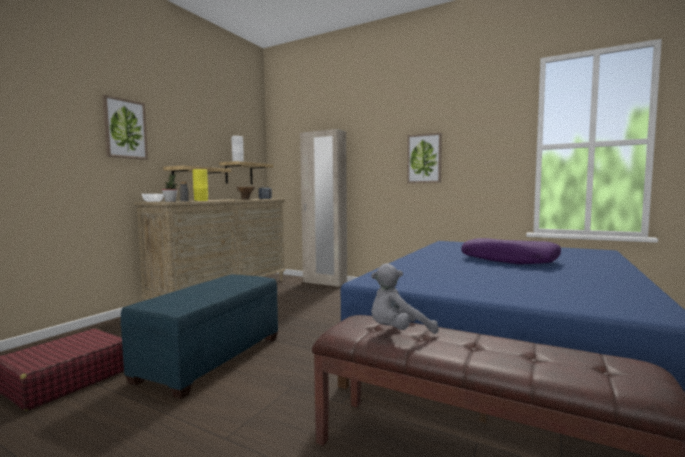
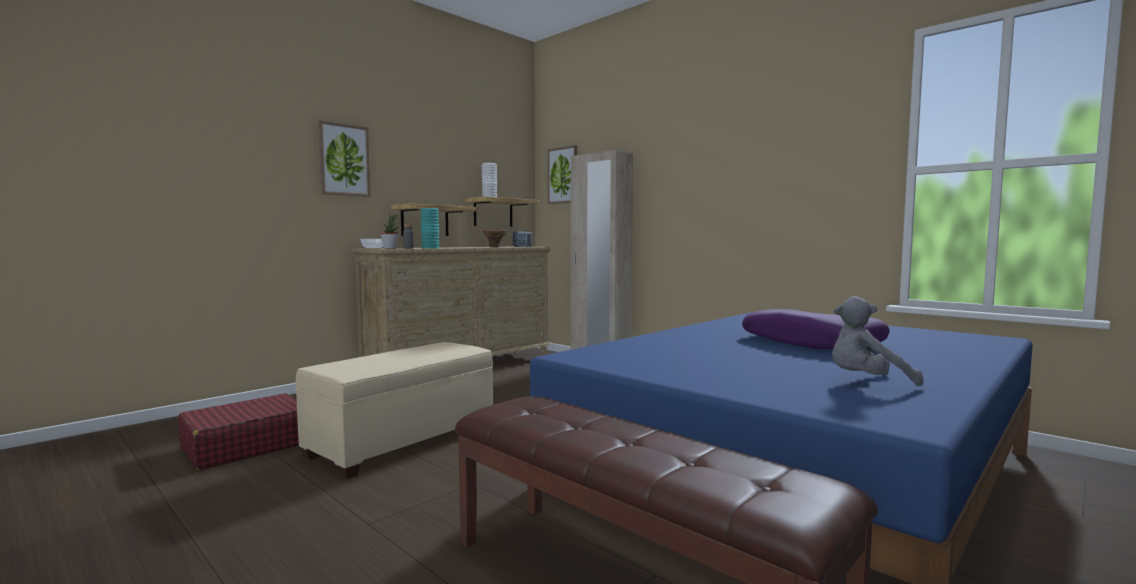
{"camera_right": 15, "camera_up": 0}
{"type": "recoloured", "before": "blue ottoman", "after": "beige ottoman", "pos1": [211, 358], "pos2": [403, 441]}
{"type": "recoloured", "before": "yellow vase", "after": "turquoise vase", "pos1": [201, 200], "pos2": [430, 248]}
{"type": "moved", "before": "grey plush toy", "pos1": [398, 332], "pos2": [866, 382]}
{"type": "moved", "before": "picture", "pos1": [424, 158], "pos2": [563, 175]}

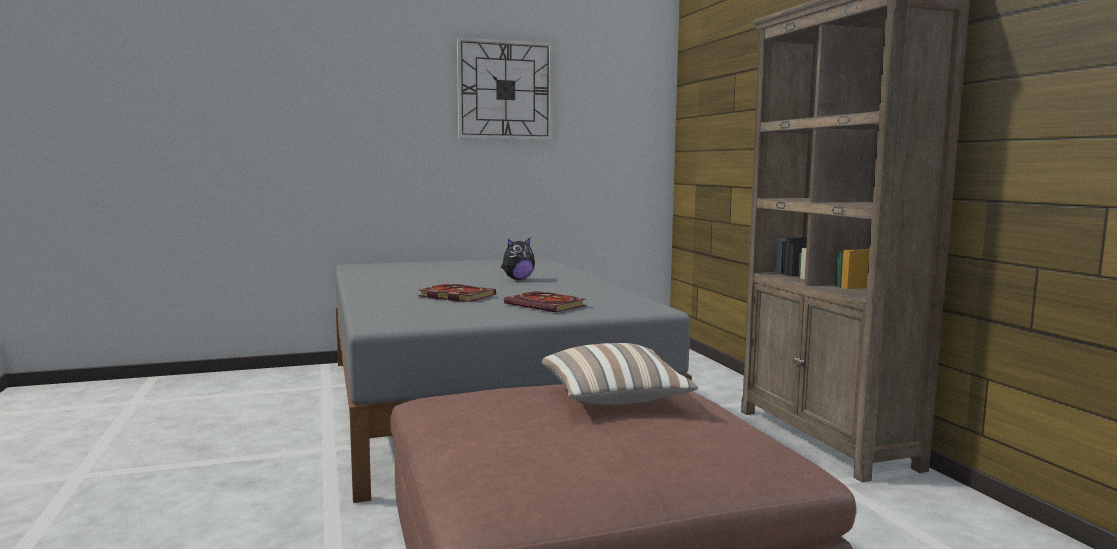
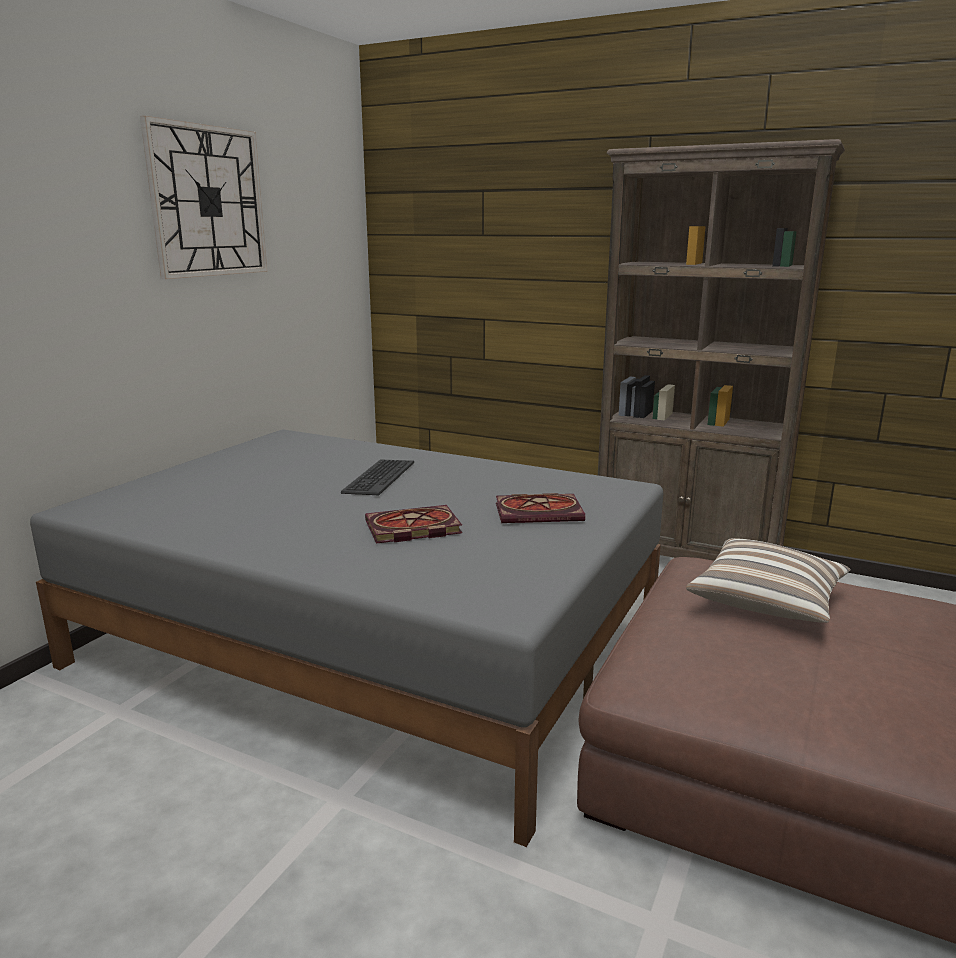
{"camera_right": -45, "camera_up": 10}
{"type": "replaced", "before": "plush toy", "after": "keyboard", "pos1": [517, 279], "pos2": [378, 477]}

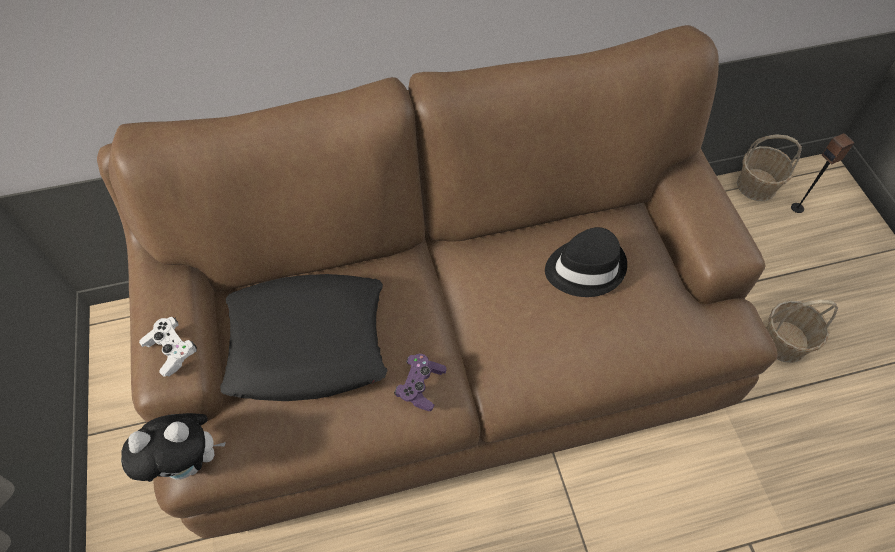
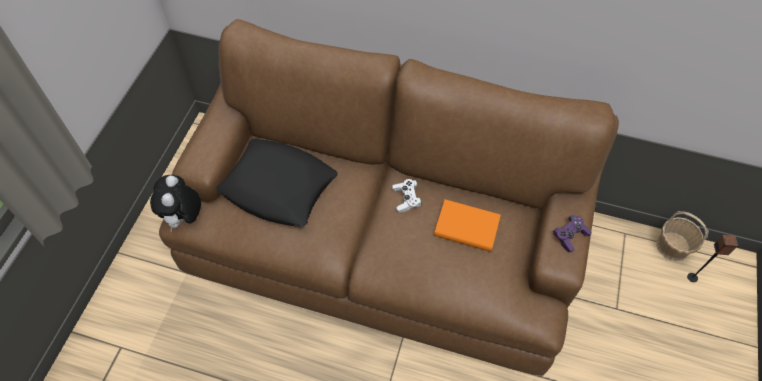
{"camera_right": 30, "camera_up": 0}
{"type": "turned", "before": "plush toy", "pos1": [189, 462], "pos2": [183, 218], "turn": 75}
{"type": "moved", "before": "white game controller", "pos1": [172, 350], "pos2": [406, 199]}
{"type": "moved", "before": "purple game controller", "pos1": [420, 386], "pos2": [569, 236]}
{"type": "replaced", "before": "black hat", "after": "orange book", "pos1": [584, 267], "pos2": [466, 228]}
{"type": "removed", "before": "basket", "pos1": [784, 342]}

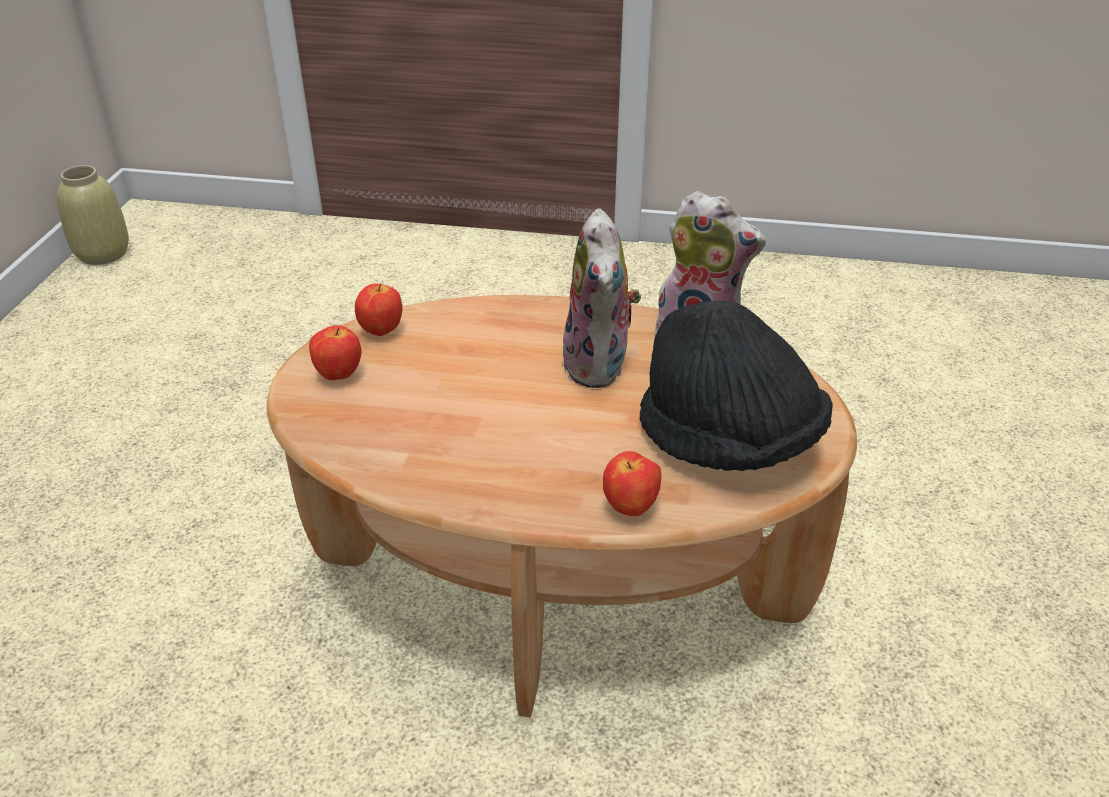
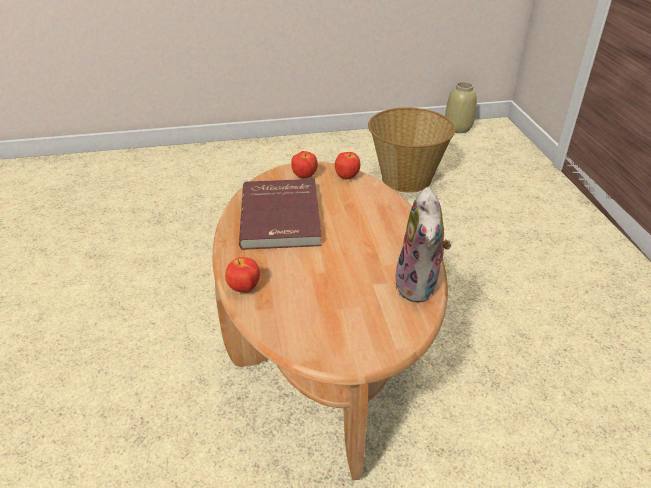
{"camera_right": 70, "camera_up": 0}
{"type": "removed", "before": "plush toy", "pos1": [600, 366]}
{"type": "removed", "before": "black hat", "pos1": [728, 442]}
{"type": "added", "after": "red book", "pos2": [282, 216]}
{"type": "added", "after": "basket", "pos2": [406, 178]}

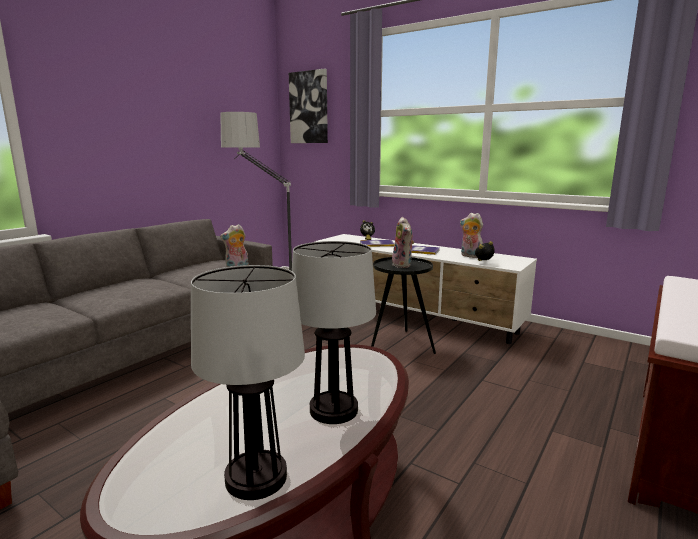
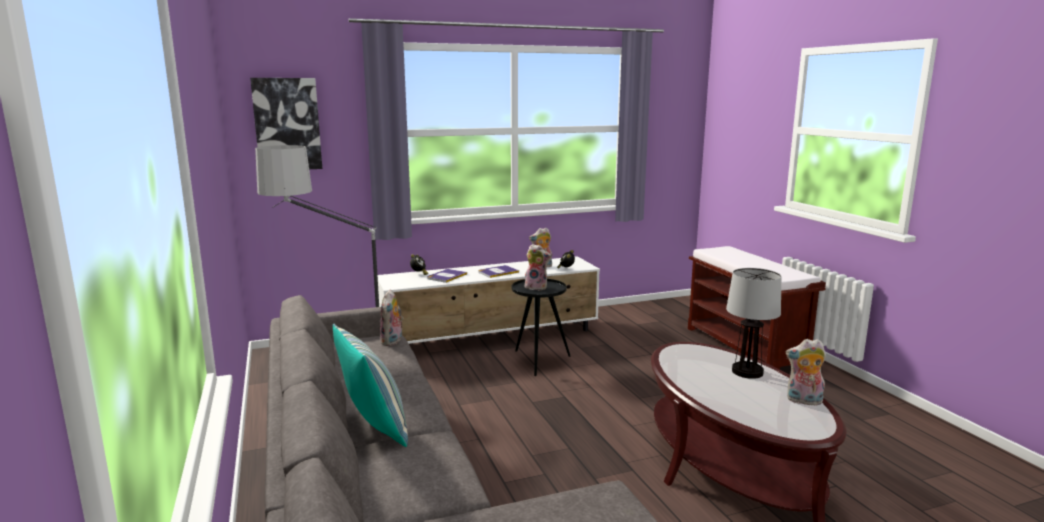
{"camera_right": -55, "camera_up": 0}
{"type": "replaced", "before": "table lamp", "after": "plush toy", "pos1": [257, 478], "pos2": [803, 401]}
{"type": "added", "after": "pillow", "pos2": [375, 427]}

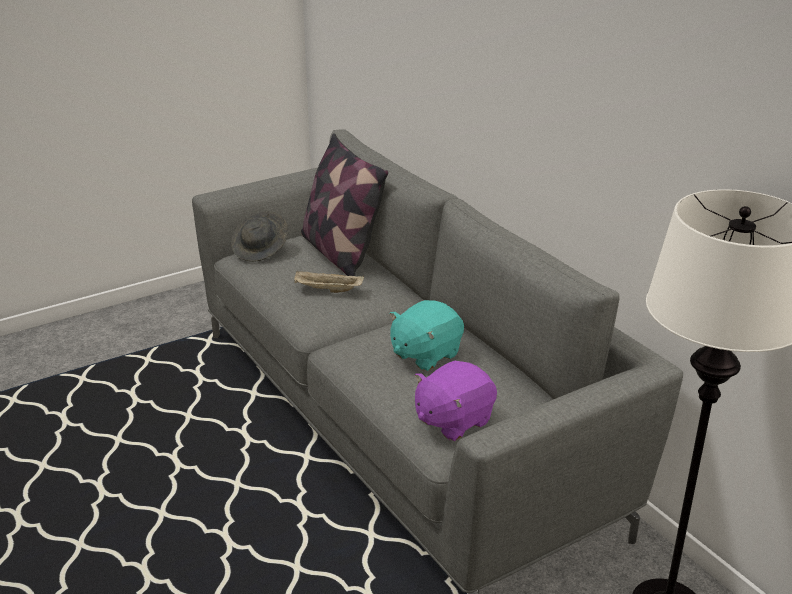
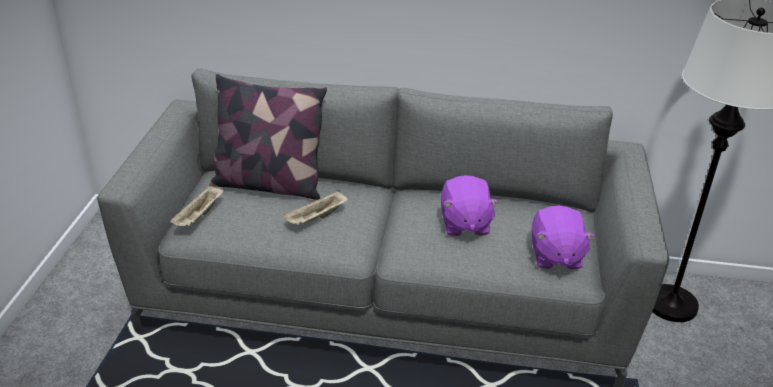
{"camera_right": -50, "camera_up": 5}
{"type": "replaced", "before": "grey hat", "after": "beige tray", "pos1": [261, 250], "pos2": [199, 216]}
{"type": "recoloured", "before": "turquoise plush toy", "after": "purple plush toy", "pos1": [425, 354], "pos2": [464, 224]}

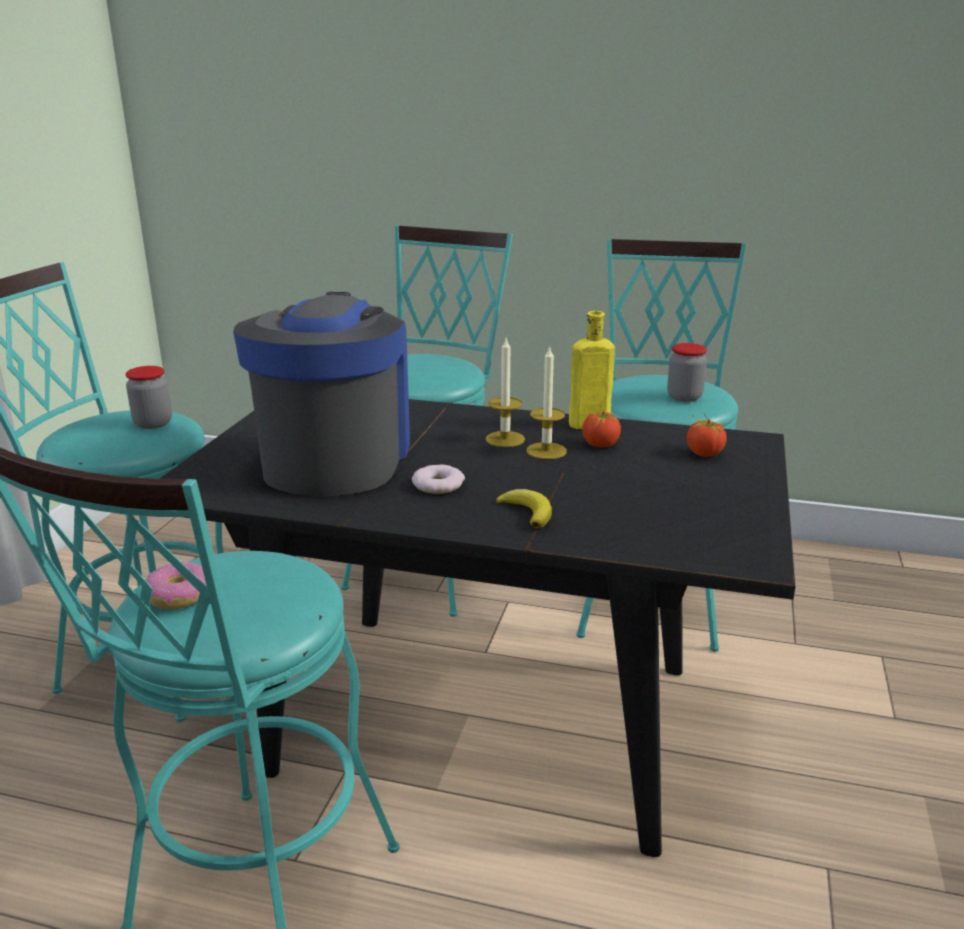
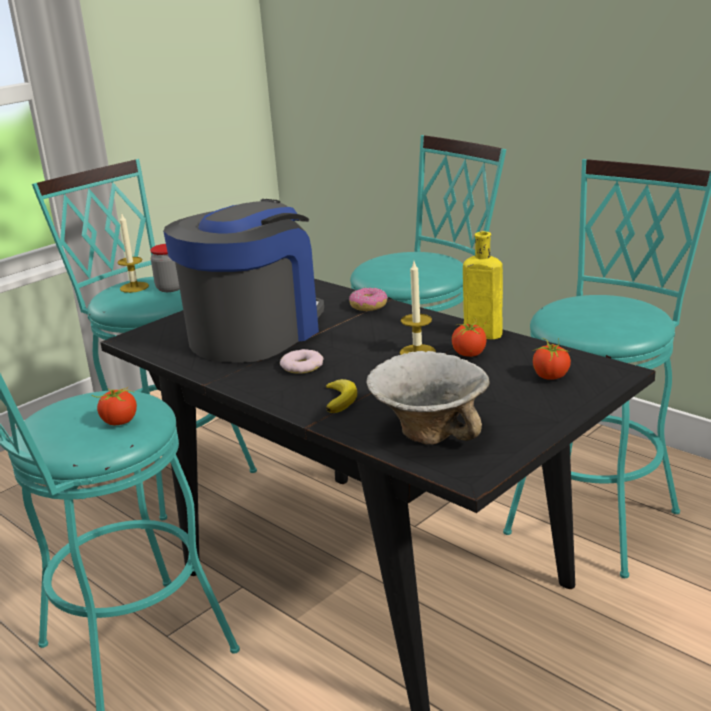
{"camera_right": 30, "camera_up": 0}
{"type": "moved", "before": "donut", "pos1": [179, 596], "pos2": [368, 306]}
{"type": "moved", "before": "candle", "pos1": [505, 439], "pos2": [134, 287]}
{"type": "removed", "before": "jar", "pos1": [684, 397]}
{"type": "added", "after": "tomato", "pos2": [119, 422]}
{"type": "added", "after": "bowl", "pos2": [430, 432]}

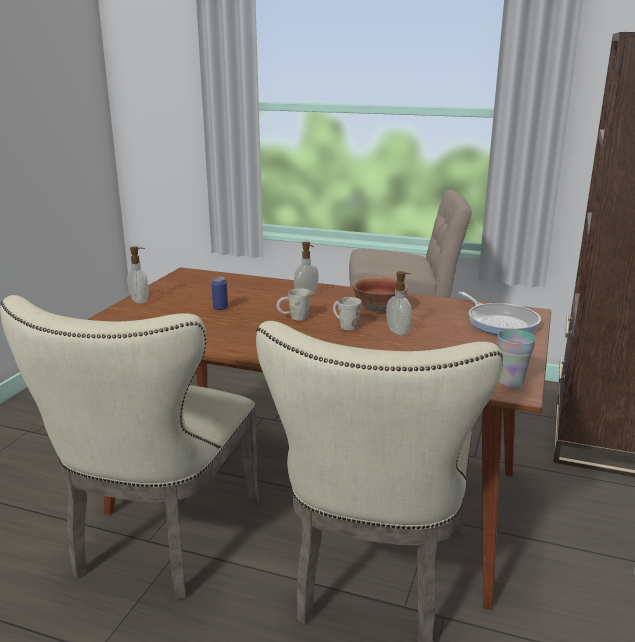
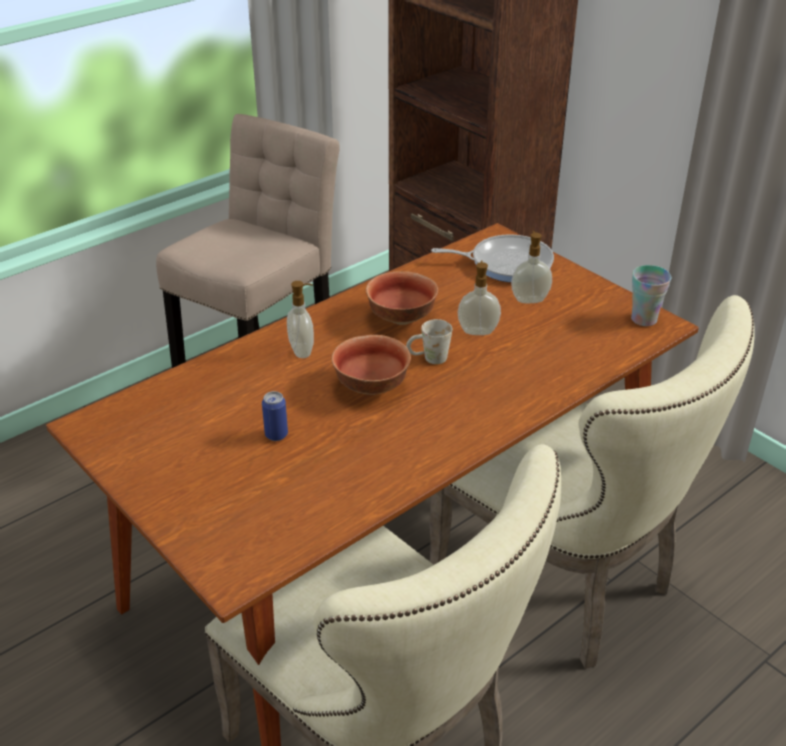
{"camera_right": -60, "camera_up": 15}
{"type": "moved", "before": "soap dispenser", "pos1": [140, 301], "pos2": [529, 299]}
{"type": "replaced", "before": "white mug", "after": "bowl", "pos1": [293, 318], "pos2": [370, 386]}

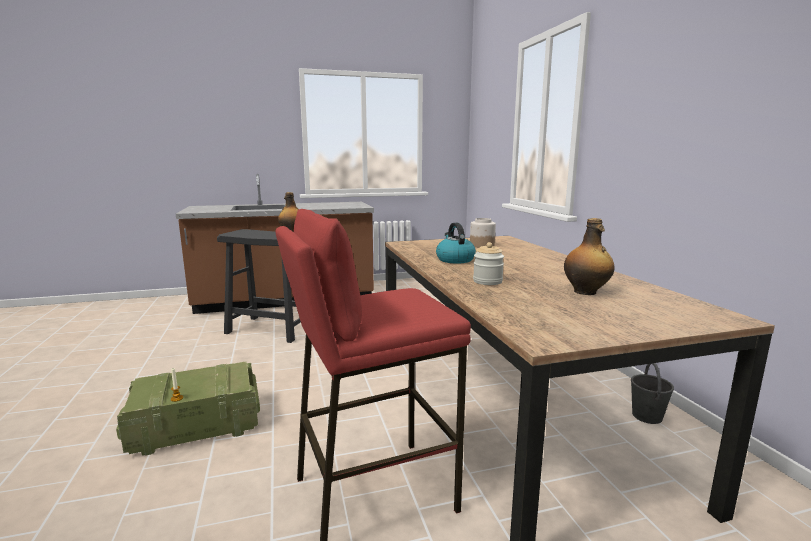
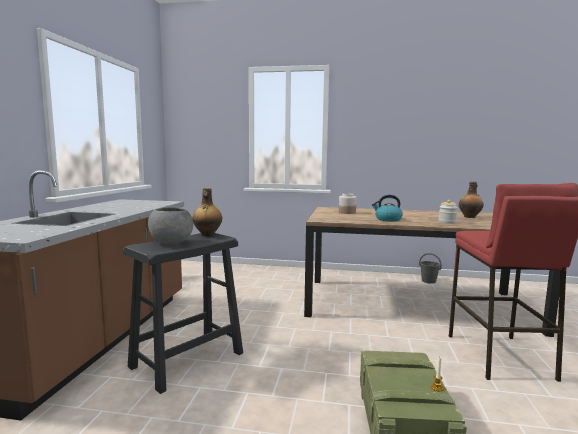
{"camera_right": -65, "camera_up": -5}
{"type": "added", "after": "grey bowl", "pos2": [171, 243]}

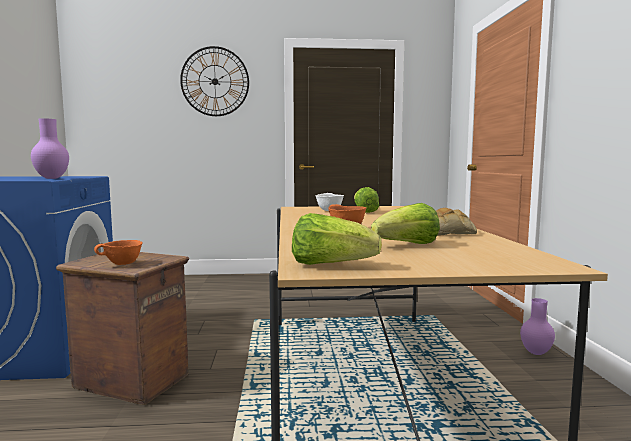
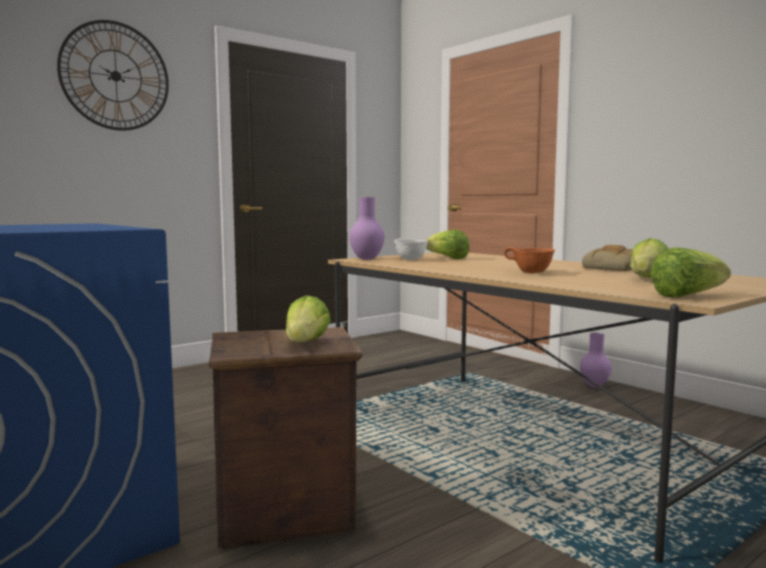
{"camera_right": -35, "camera_up": 0}
{"type": "moved", "before": "purple vase", "pos1": [51, 178], "pos2": [367, 259]}
{"type": "replaced", "before": "orange bowl", "after": "lettuce", "pos1": [122, 264], "pos2": [305, 344]}

